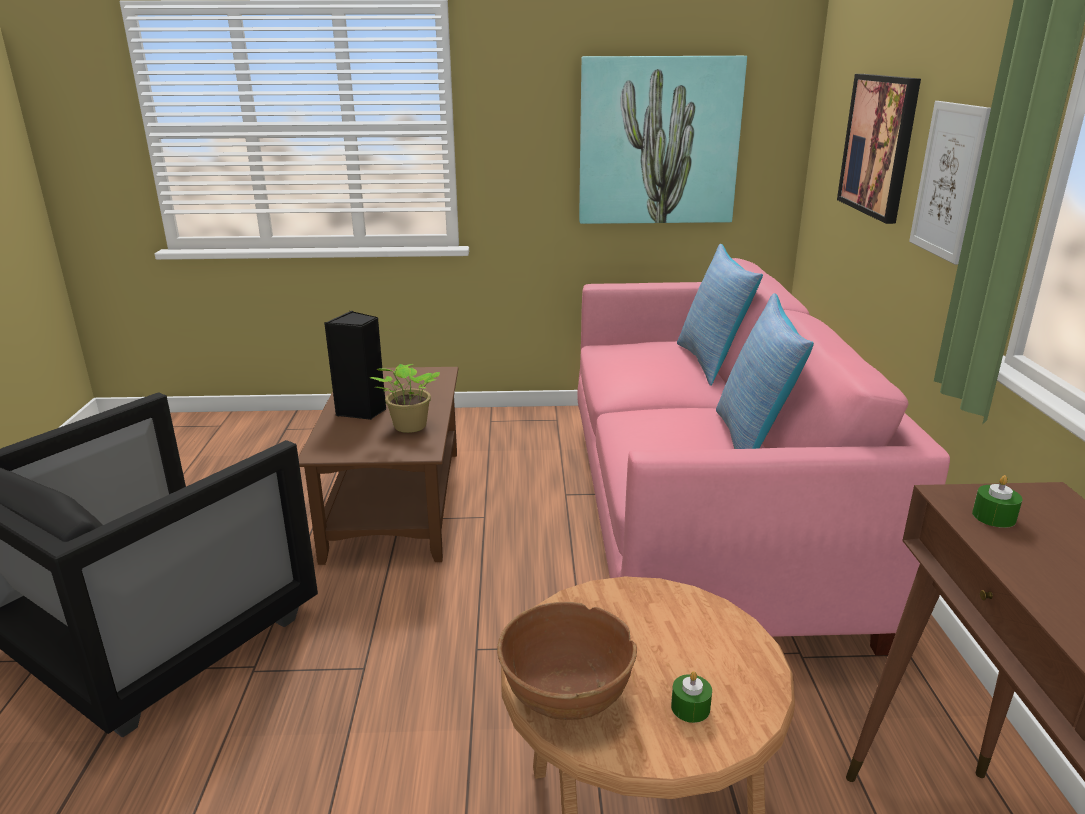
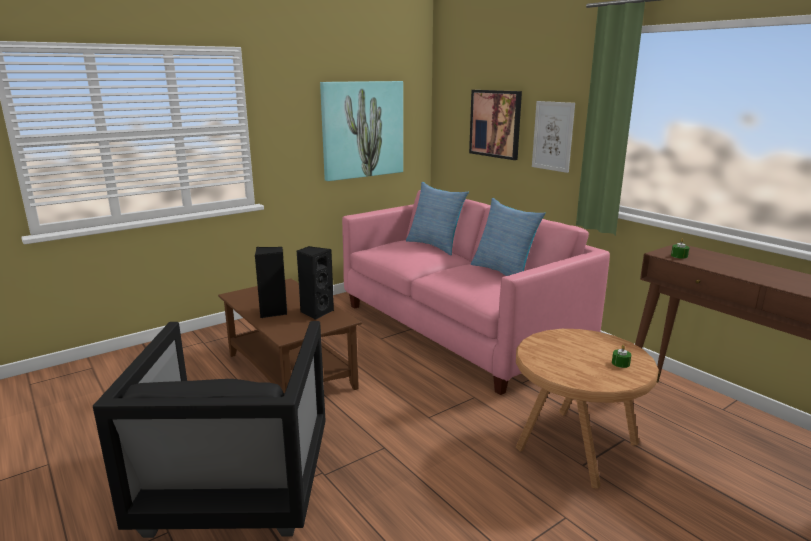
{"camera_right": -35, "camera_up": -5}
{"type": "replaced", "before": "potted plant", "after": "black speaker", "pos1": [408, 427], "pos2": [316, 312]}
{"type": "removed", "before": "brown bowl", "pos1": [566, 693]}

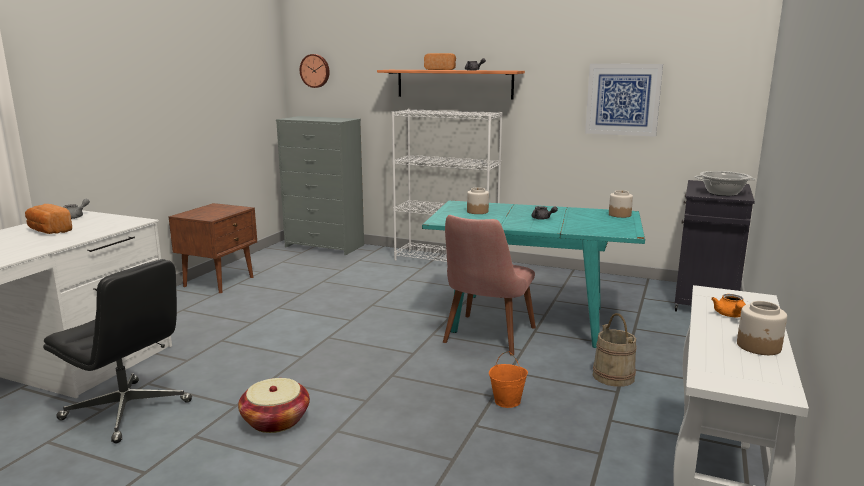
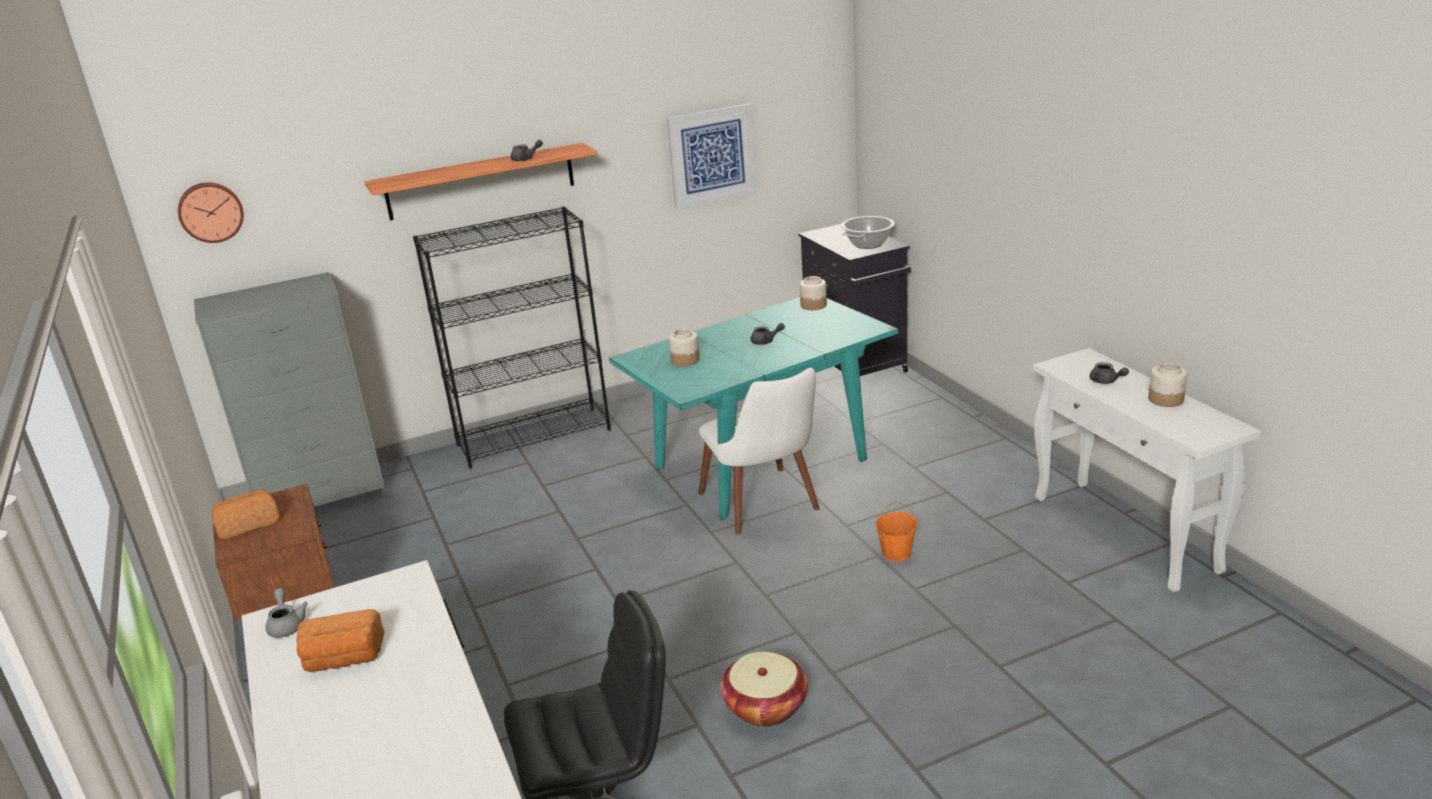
{"camera_right": -45, "camera_up": 10}
{"type": "recoloured", "before": "white bookcase", "after": "black bookcase", "pos1": [446, 260], "pos2": [534, 437]}
{"type": "moved", "before": "bread", "pos1": [441, 70], "pos2": [248, 524]}
{"type": "recoloured", "before": "pink chair", "after": "white chair", "pos1": [485, 339], "pos2": [766, 508]}
{"type": "removed", "before": "beige bucket", "pos1": [613, 376]}
{"type": "recoloured", "before": "orange teapot", "after": "grey teapot", "pos1": [730, 315], "pos2": [1106, 381]}

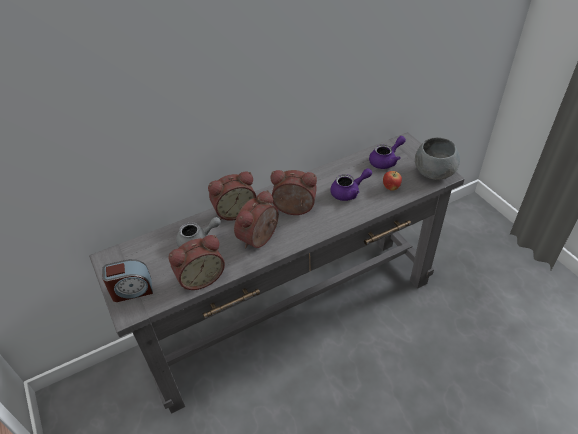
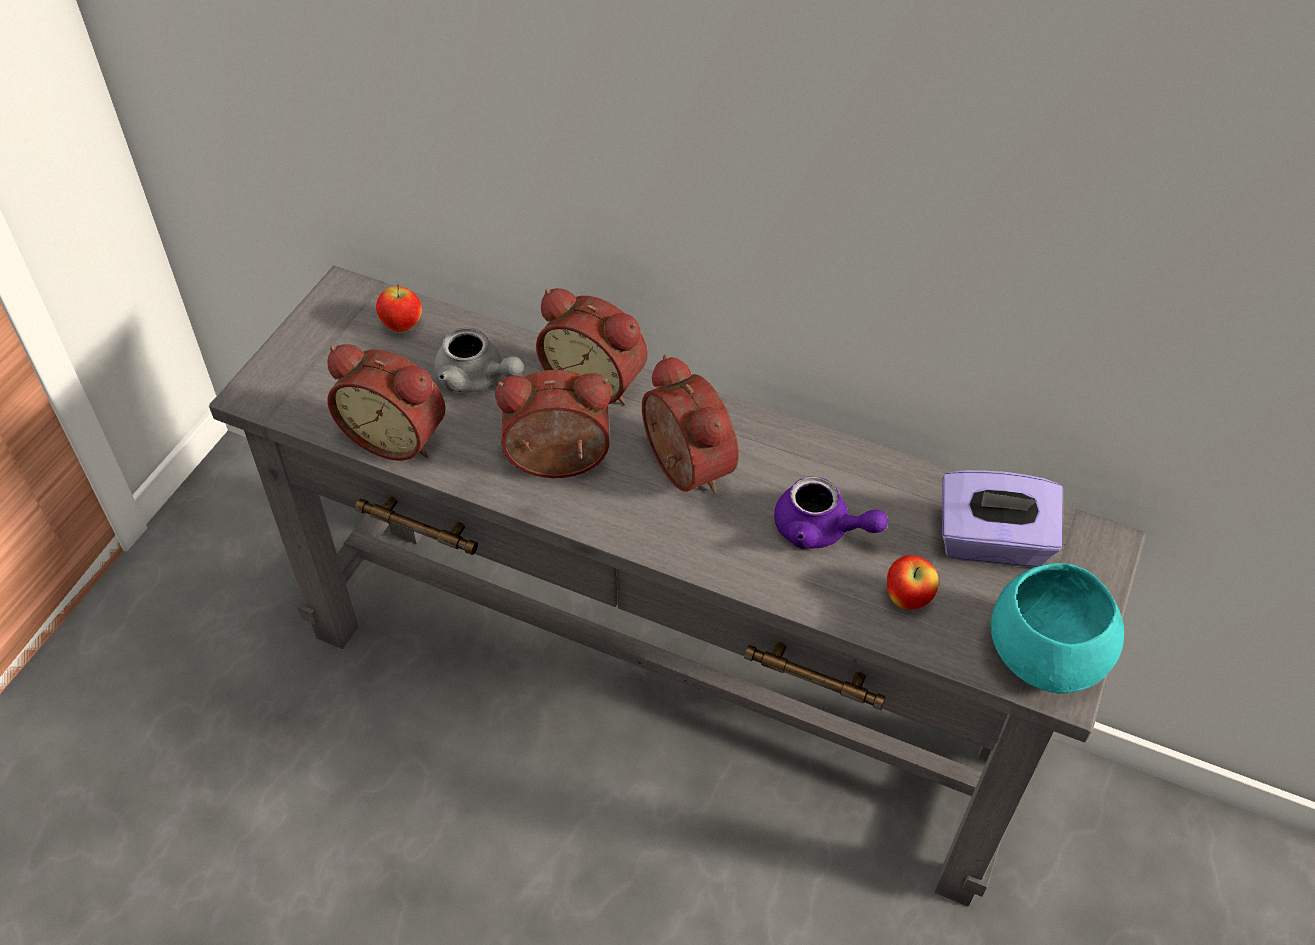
{"camera_right": 50, "camera_up": 5}
{"type": "removed", "before": "alarm clock", "pos1": [132, 290]}
{"type": "replaced", "before": "purple teapot", "after": "purple tissue box", "pos1": [386, 161], "pos2": [991, 543]}
{"type": "recoloured", "before": "grey bowl", "after": "turquoise bowl", "pos1": [433, 172], "pos2": [1044, 656]}
{"type": "added", "after": "apple", "pos2": [401, 326]}

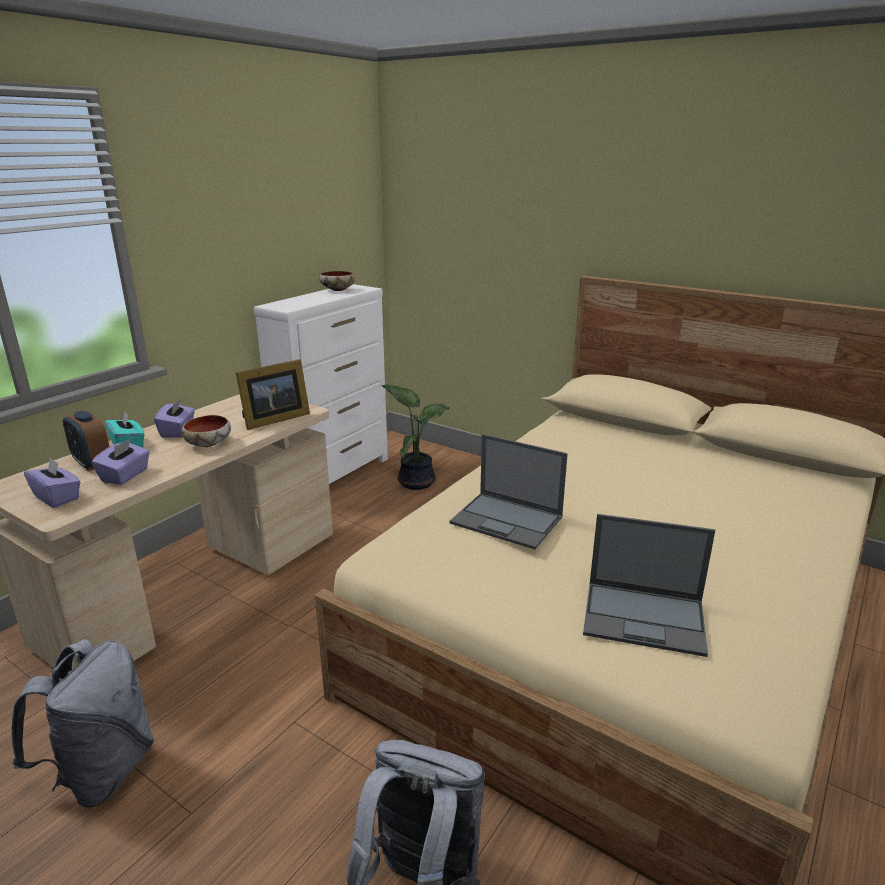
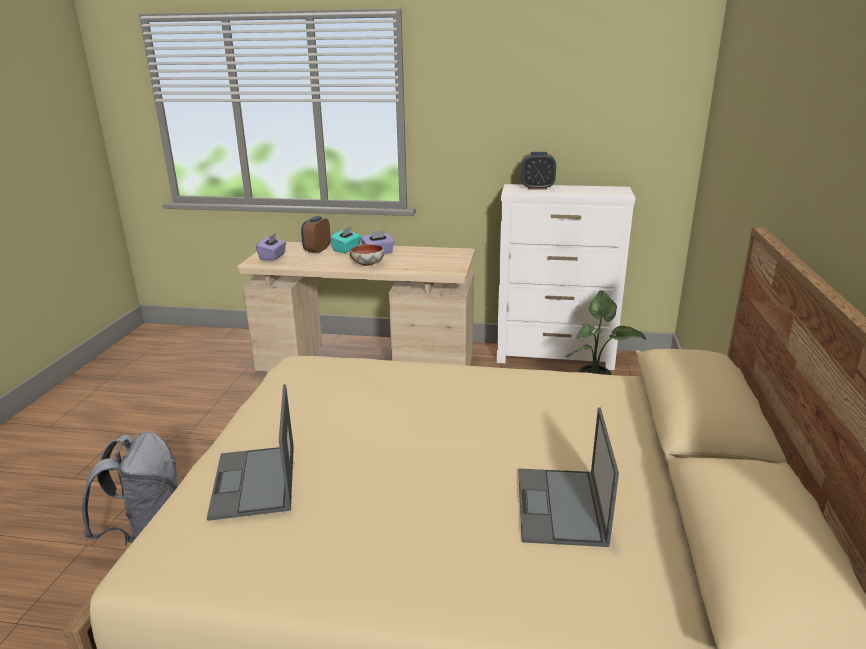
{"camera_right": 65, "camera_up": 0}
{"type": "removed", "before": "grey backpack", "pos1": [103, 771]}
{"type": "removed", "before": "purple tissue box", "pos1": [125, 475]}
{"type": "removed", "before": "picture frame", "pos1": [273, 419]}
{"type": "removed", "before": "bowl", "pos1": [337, 290]}
{"type": "moved", "before": "laptop", "pos1": [508, 520], "pos2": [561, 507]}
{"type": "added", "after": "alarm clock", "pos2": [537, 188]}

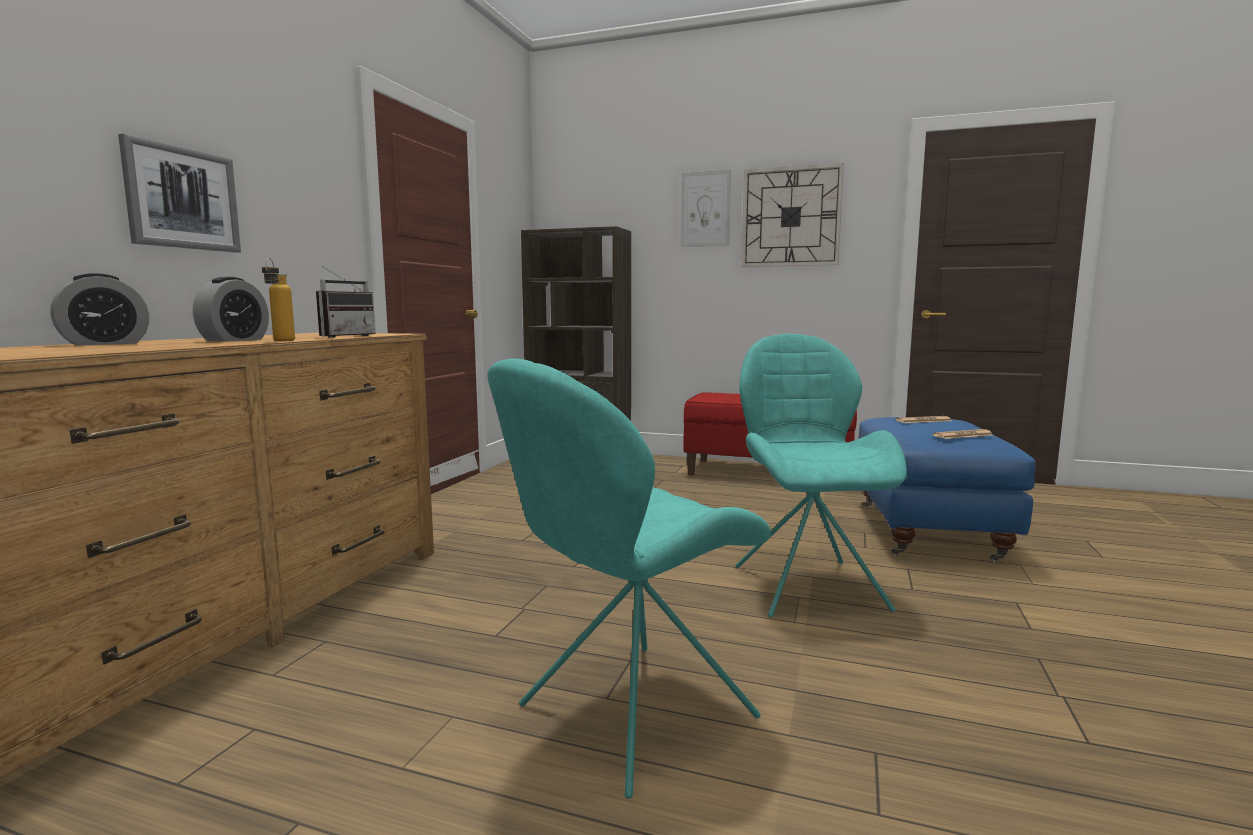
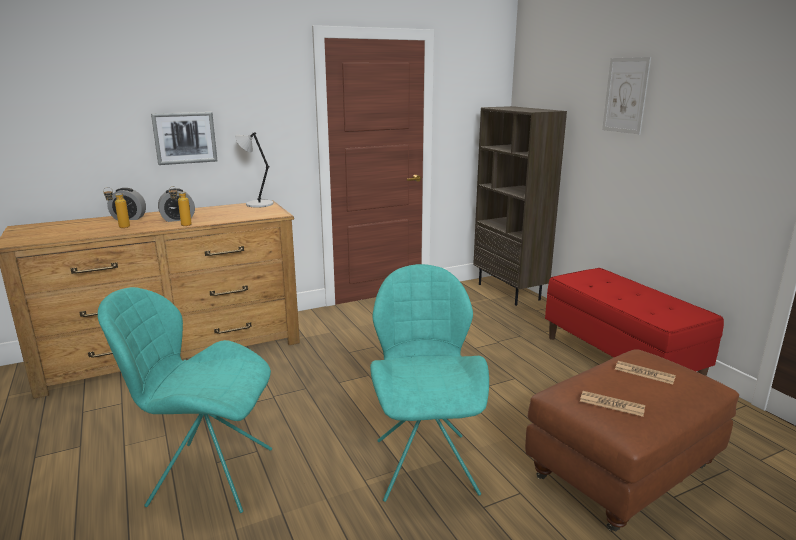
{"camera_right": 45, "camera_up": 10}
{"type": "removed", "before": "radio", "pos1": [344, 336]}
{"type": "turned", "before": "turquoise chair", "pos1": [807, 585], "pos2": [425, 463], "turn": -45}
{"type": "removed", "before": "wall clock", "pos1": [791, 217]}
{"type": "recoloured", "before": "blue ottoman", "after": "brown ottoman", "pos1": [929, 532], "pos2": [622, 476]}
{"type": "added", "after": "bottle", "pos2": [119, 227]}
{"type": "added", "after": "grey table lamp", "pos2": [258, 204]}

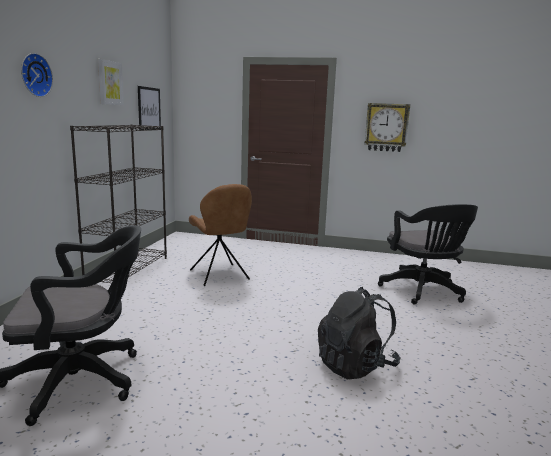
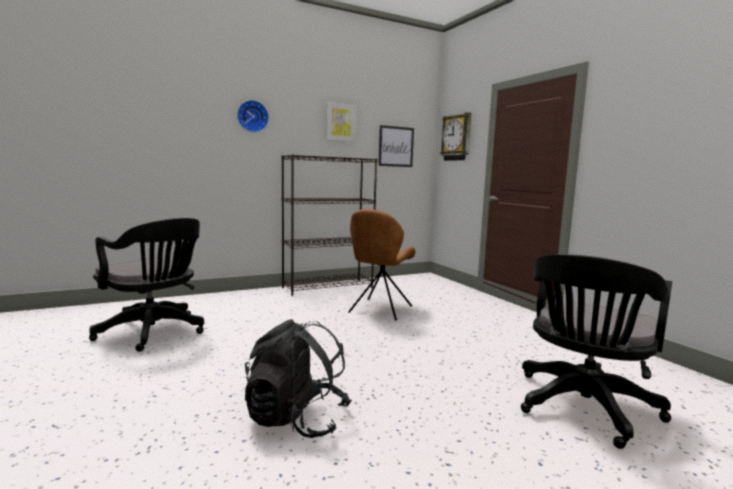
{"camera_right": 50, "camera_up": -5}
{"type": "moved", "before": "wall clock", "pos1": [386, 127], "pos2": [457, 137]}

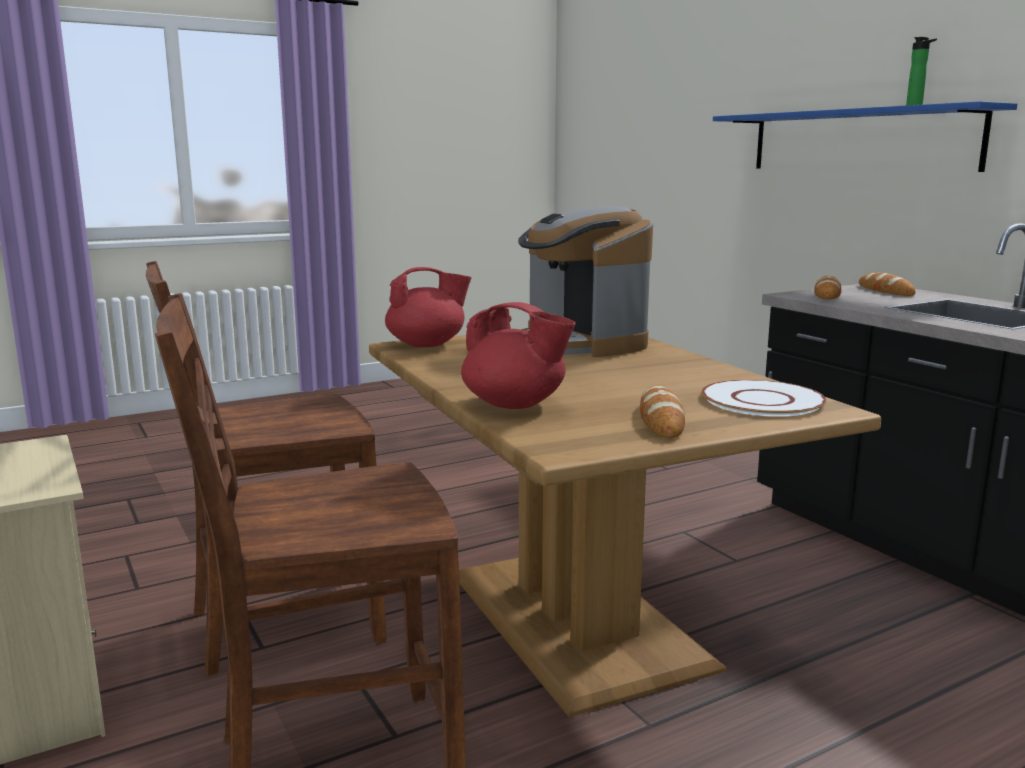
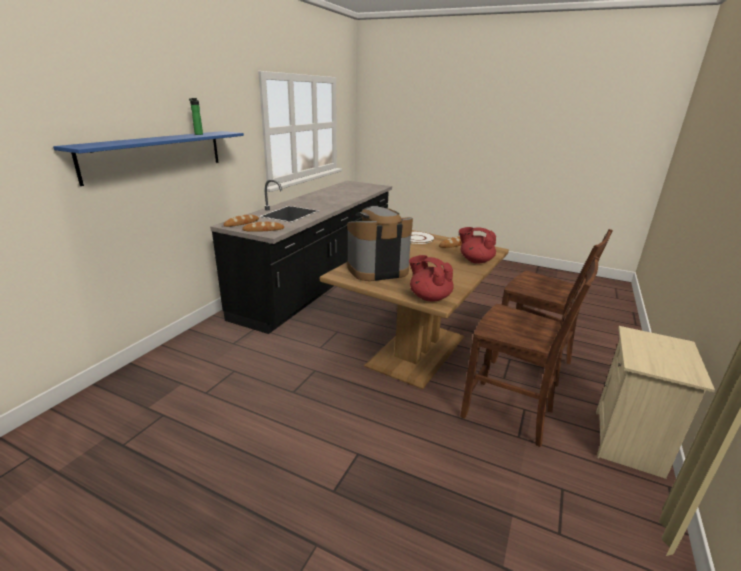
{"camera_right": -125, "camera_up": 10}
{"type": "turned", "before": "red teapot", "pos1": [515, 405], "pos2": [475, 261], "turn": -60}
{"type": "turned", "before": "coffee machine", "pos1": [583, 343], "pos2": [377, 270], "turn": -135}

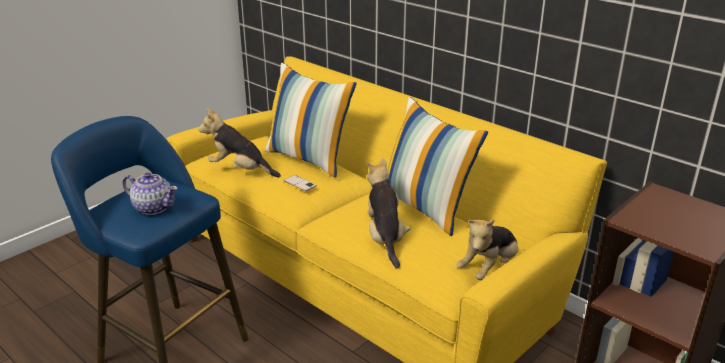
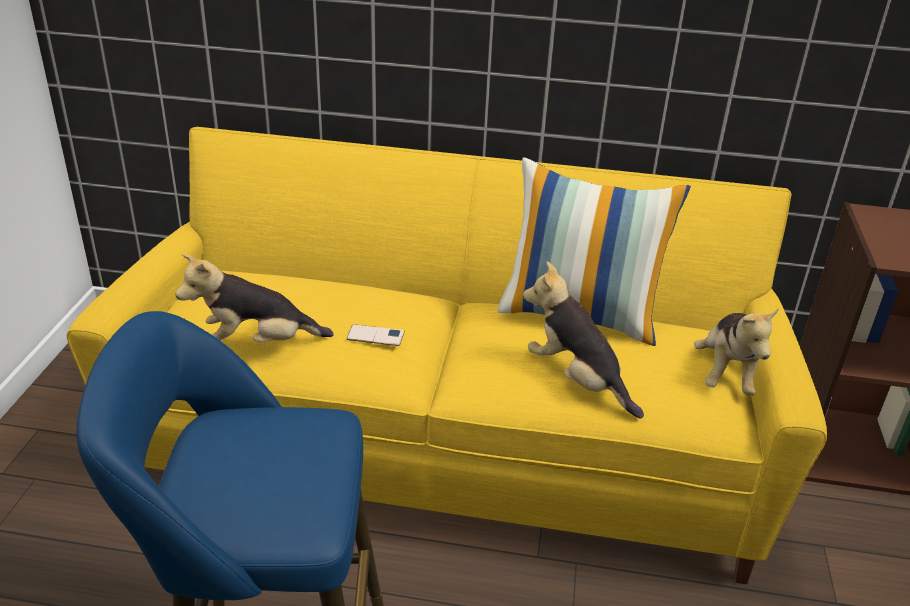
{"camera_right": -35, "camera_up": 5}
{"type": "removed", "before": "teapot", "pos1": [153, 207]}
{"type": "removed", "before": "pillow", "pos1": [309, 158]}

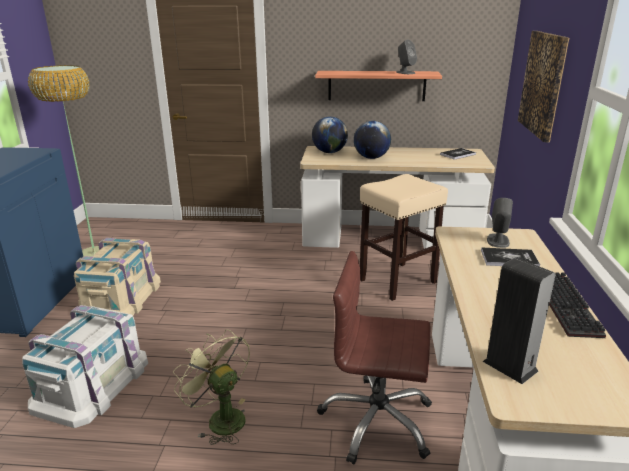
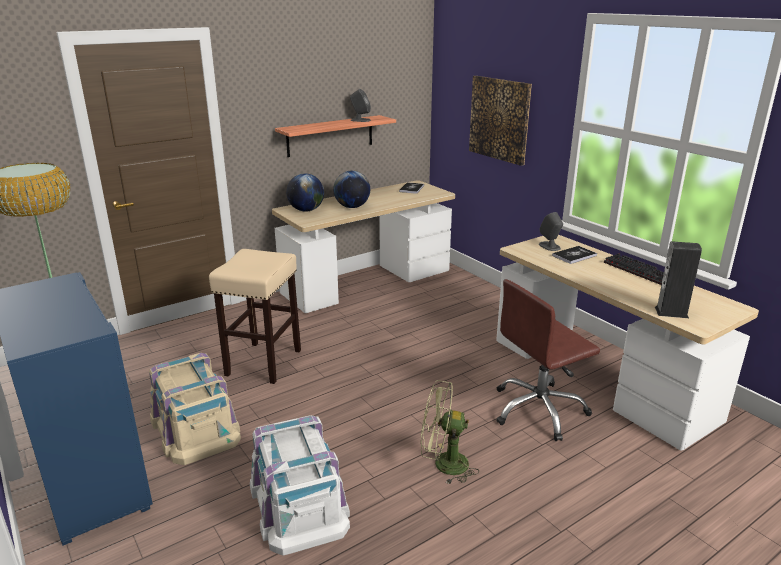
{"camera_right": -40, "camera_up": 0}
{"type": "moved", "before": "beige stool", "pos1": [397, 281], "pos2": [263, 363]}

